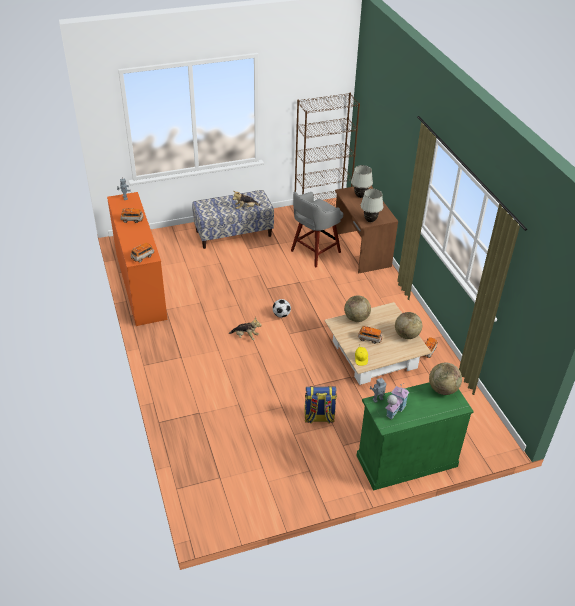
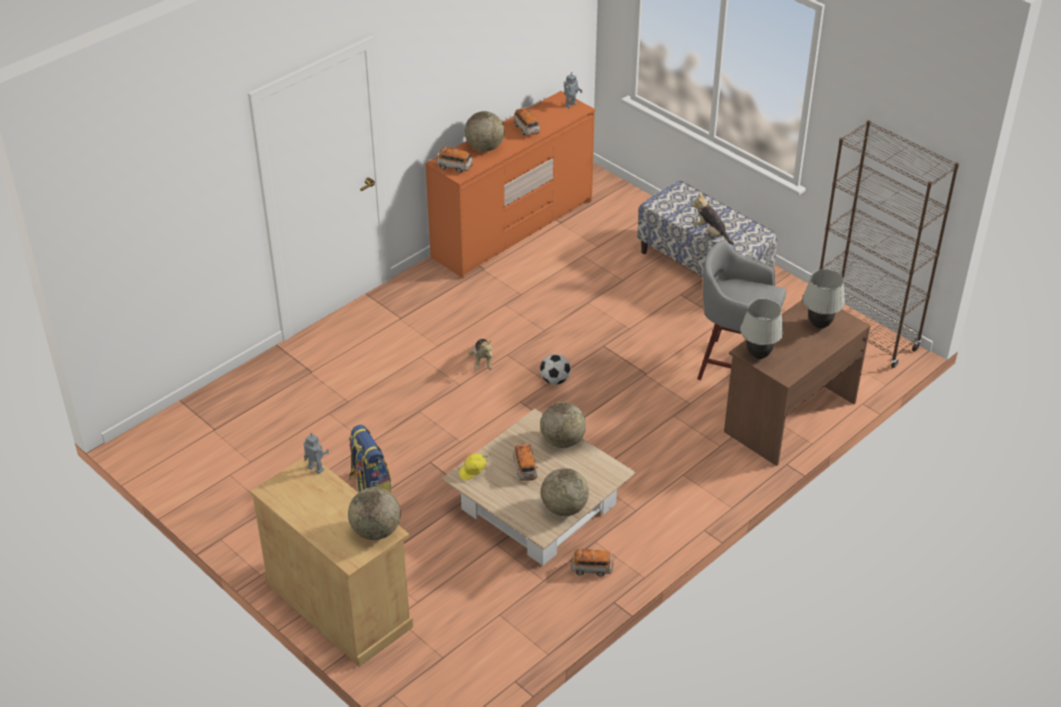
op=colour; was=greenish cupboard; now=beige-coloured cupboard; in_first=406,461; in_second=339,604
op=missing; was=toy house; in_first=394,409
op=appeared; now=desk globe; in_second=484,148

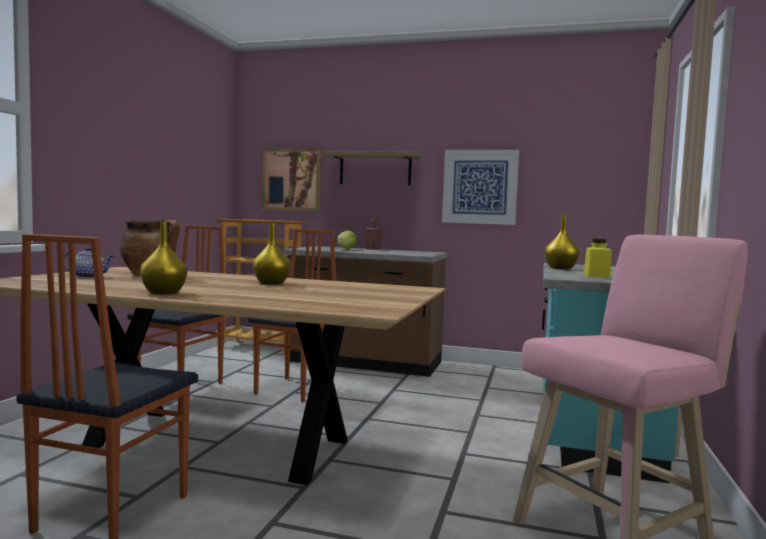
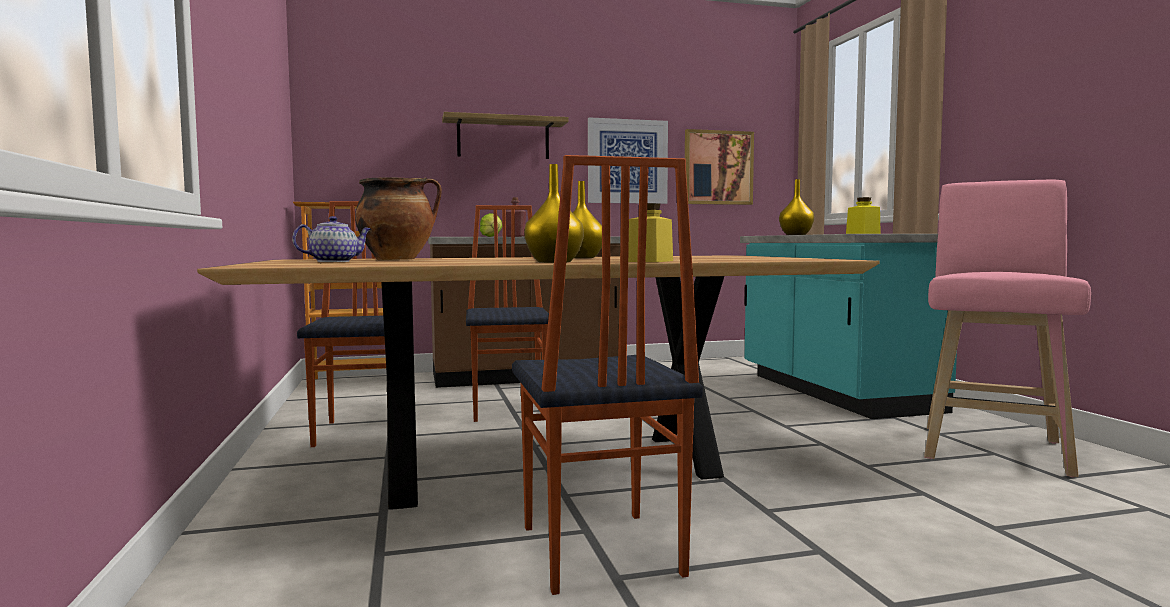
op=relocated; was=picture; in_first=292,179; in_second=718,168
op=appeared; now=yellow storage jar; in_second=650,261

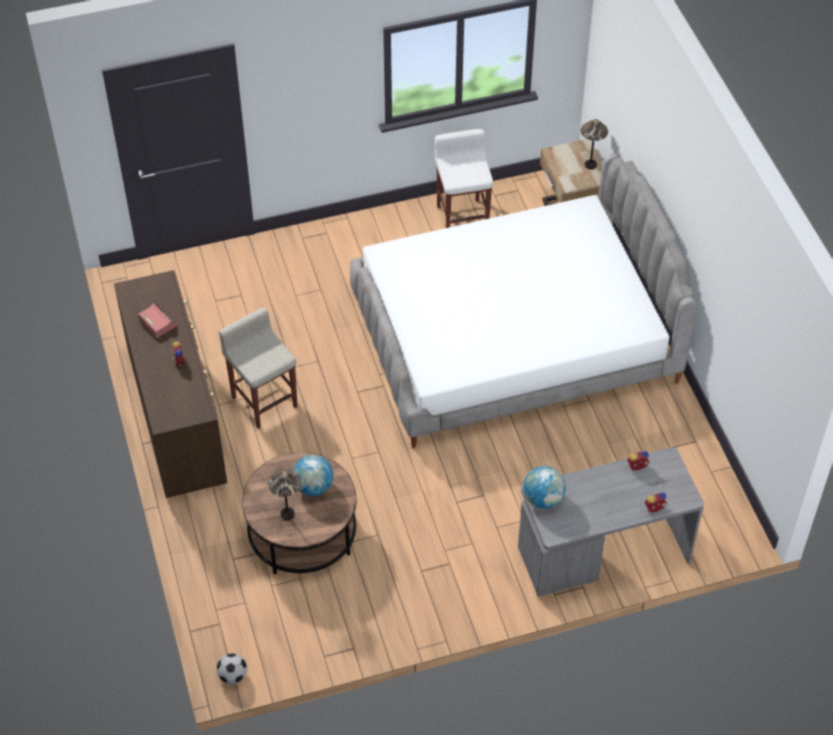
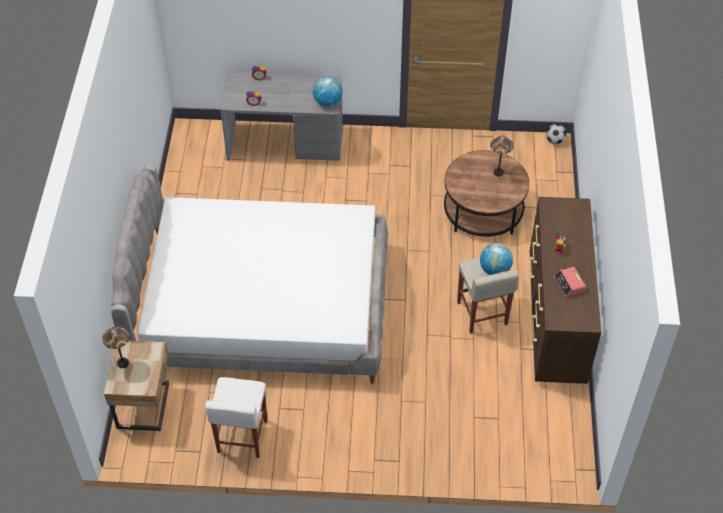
op=relocated; was=desk globe; in_first=313,487; in_second=495,269

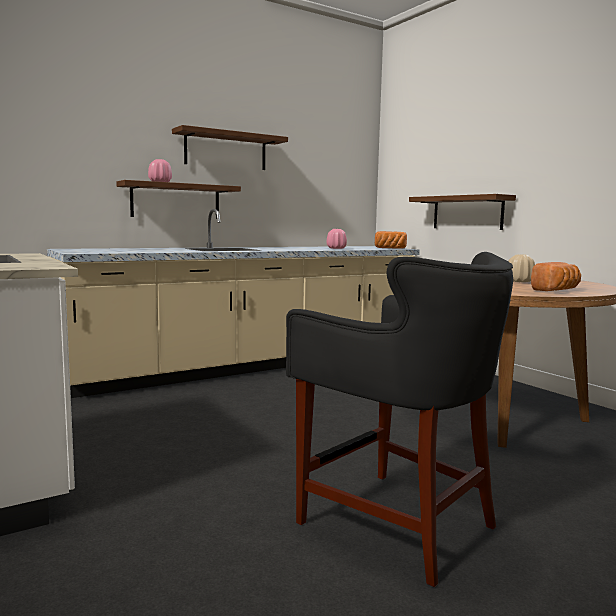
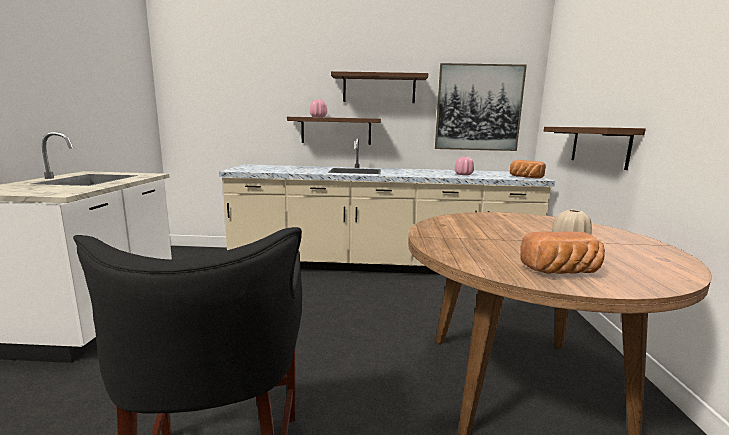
op=appeared; now=picture; in_second=478,108

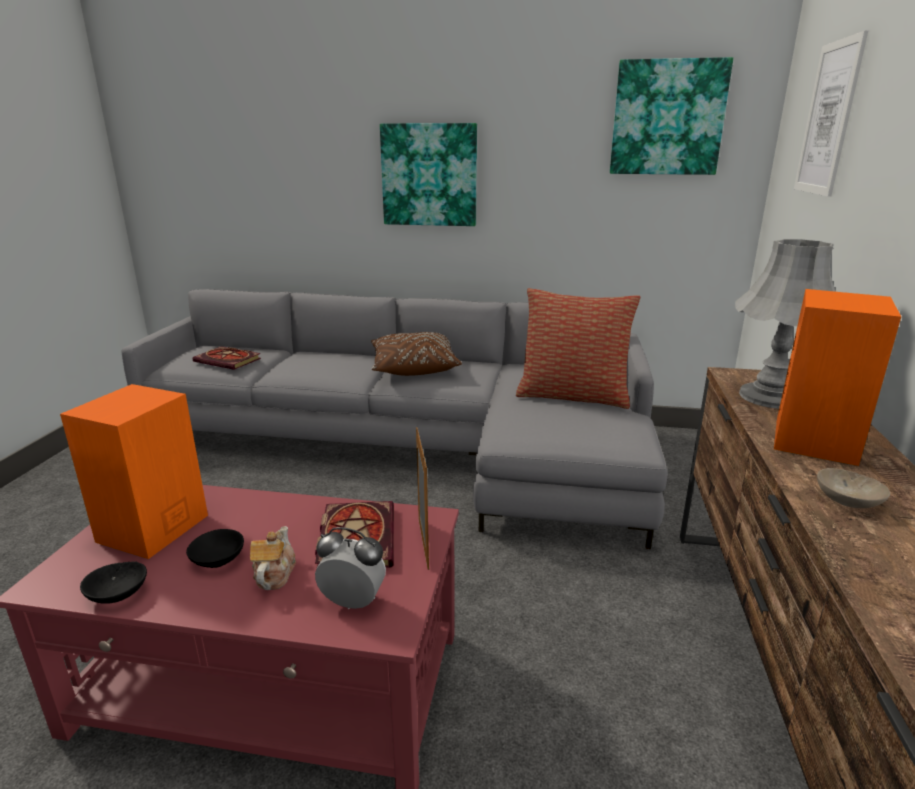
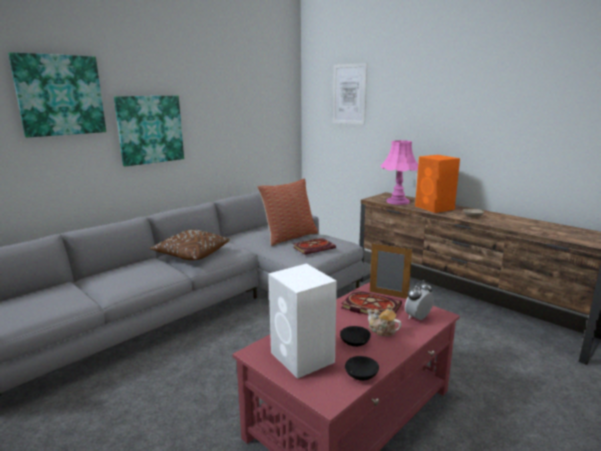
op=colour; was=orangey loudspeaker; now=white loudspeaker; in_first=151,530; in_second=303,358
op=relocated; was=book; in_first=229,360; in_second=314,247
op=relocated; was=picture; in_first=667,118; in_second=60,95
op=colour; was=greyish table lamp; now=pinkish table lamp; in_first=771,397; in_second=398,201

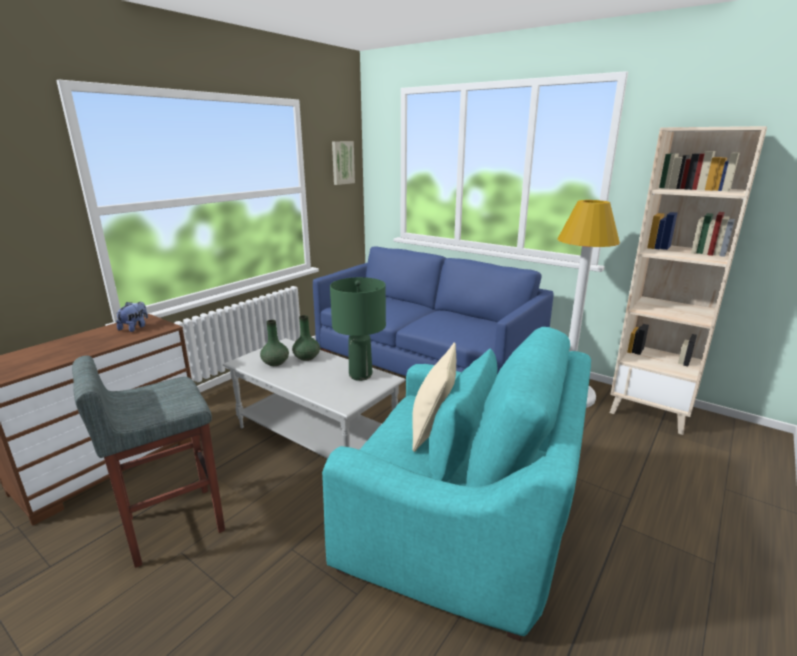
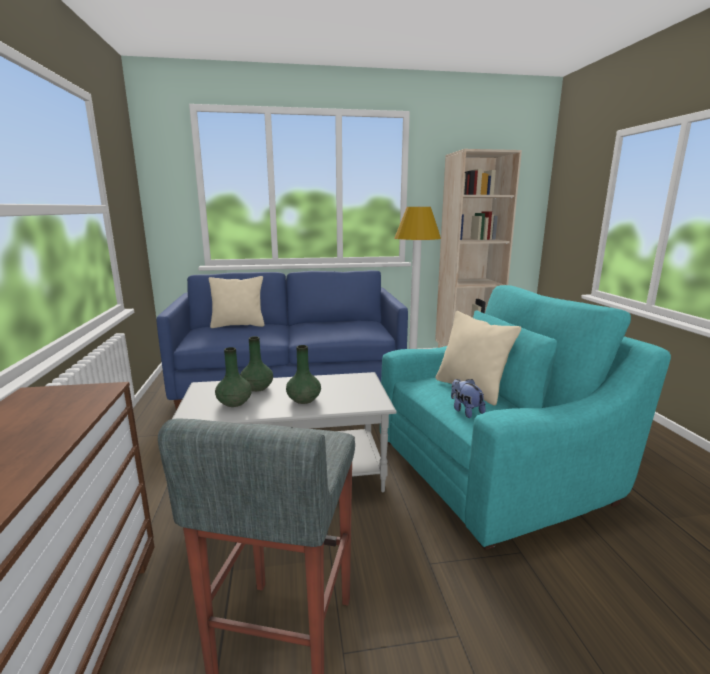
op=relocated; was=soft toy; in_first=135,327; in_second=465,411
op=missing; was=greenish table lamp; in_first=360,375
op=missing; was=picture; in_first=342,162
op=appeared; now=beige-coloured throw pillow; in_second=238,325
op=appeared; now=greenish decorative vase; in_second=303,399

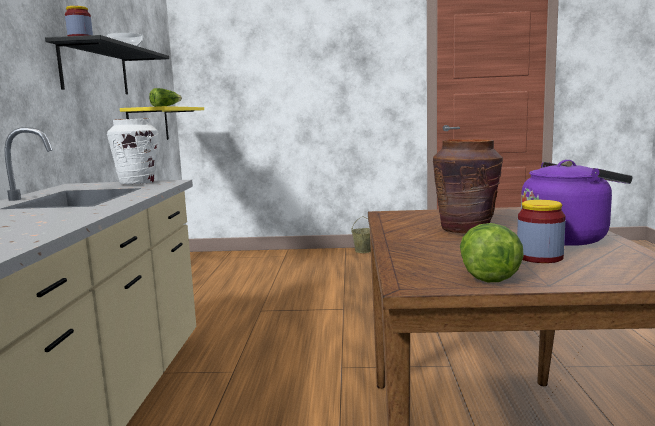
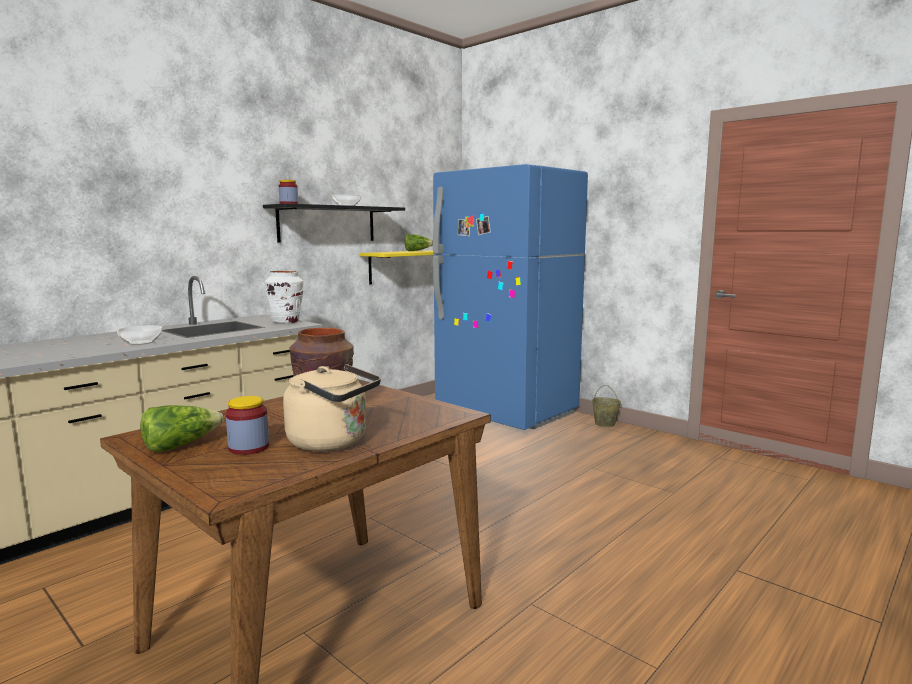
op=colour; was=purplish kettle; now=beige-coloured kettle; in_first=567,238; in_second=332,442
op=appeared; now=deep dish; in_second=141,343
op=appeared; now=blue refrigerator; in_second=506,412

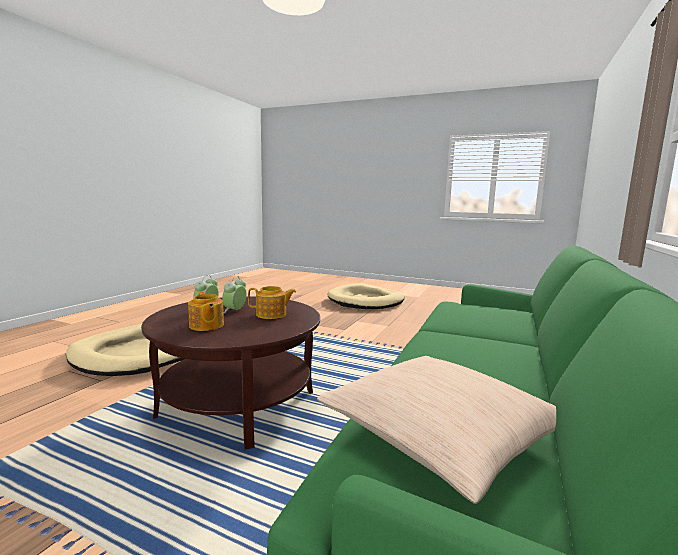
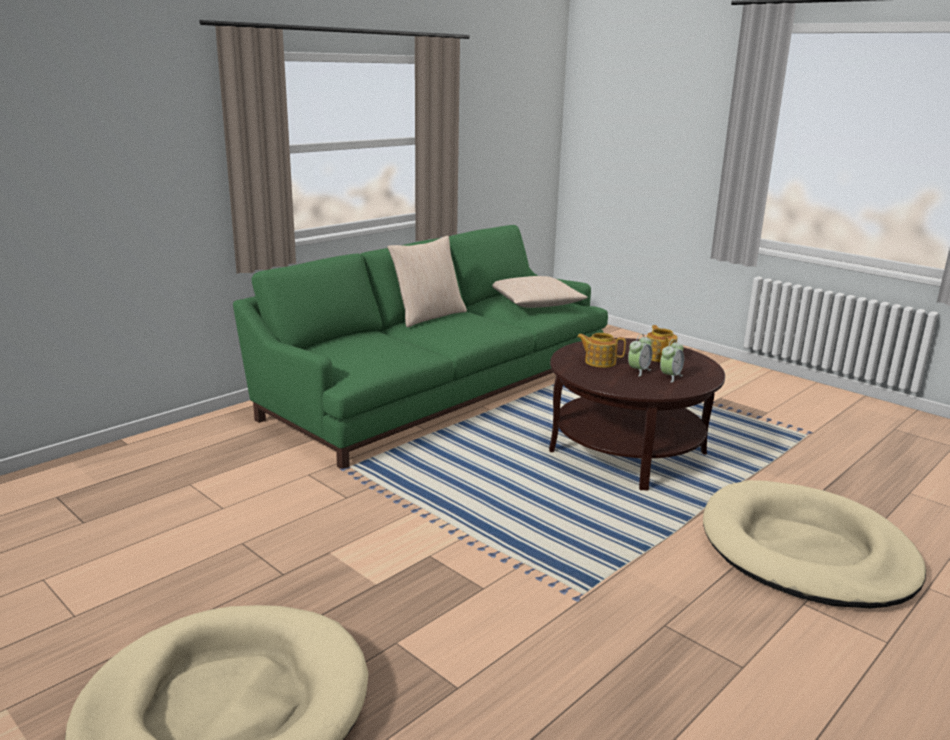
op=appeared; now=beige-coloured throw pillow; in_second=428,316

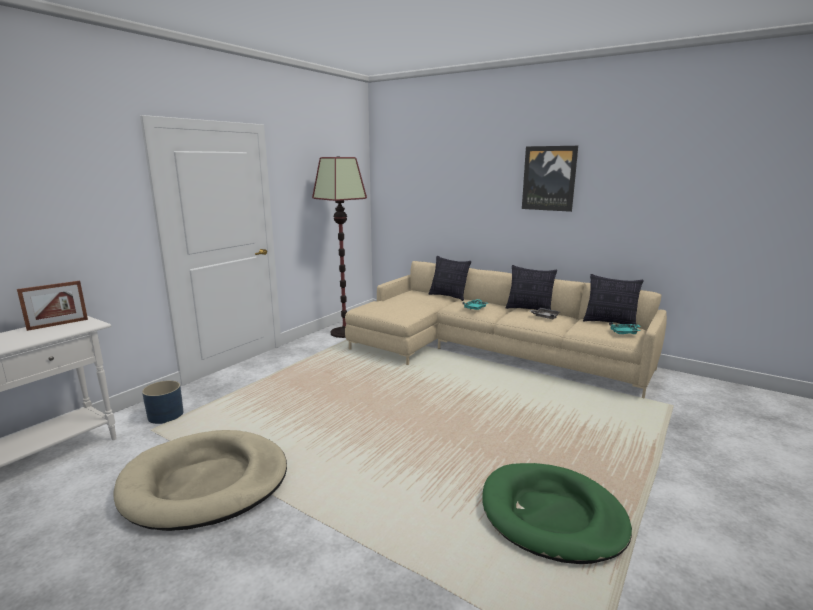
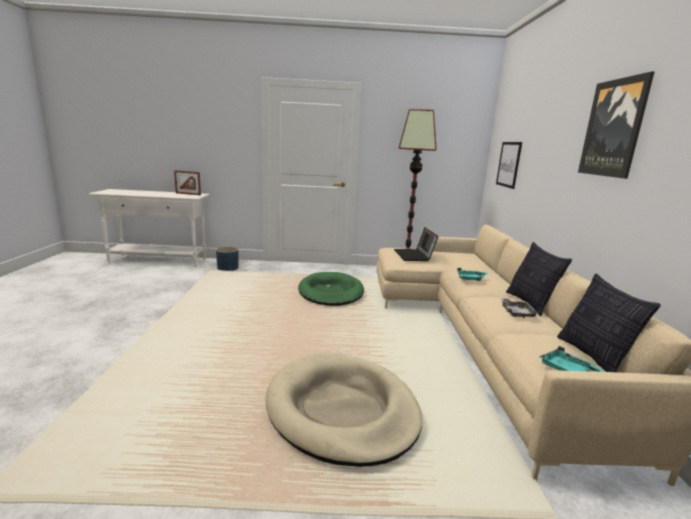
op=relocated; was=beige-coloured dog cushion; in_first=206,483; in_second=342,410
op=missing; was=throw pillow; in_first=448,296
op=relocated; was=greenish dog cushion; in_first=552,516; in_second=331,292
op=appeared; now=portable computer; in_second=414,256
op=appeared; now=picture; in_second=508,164

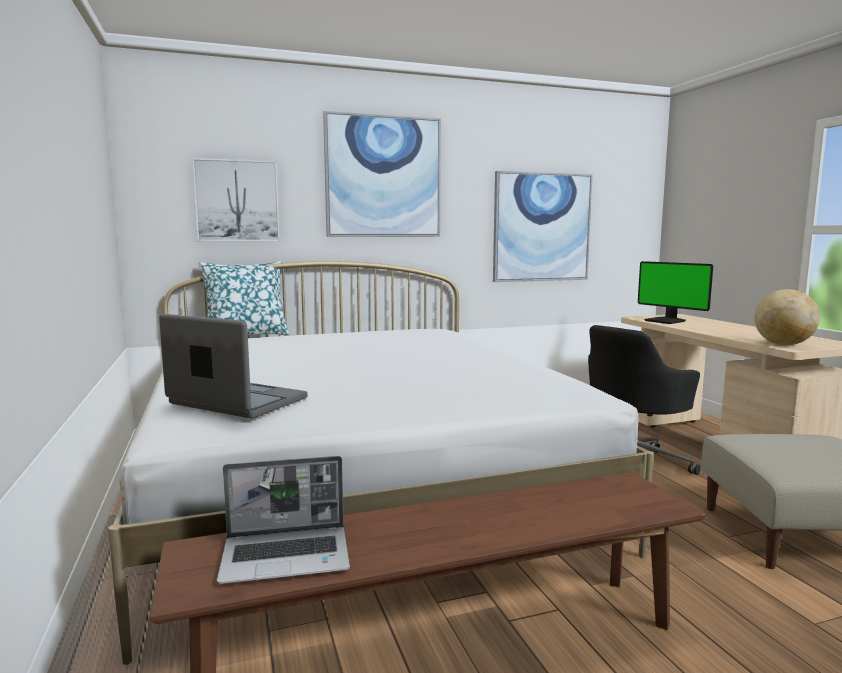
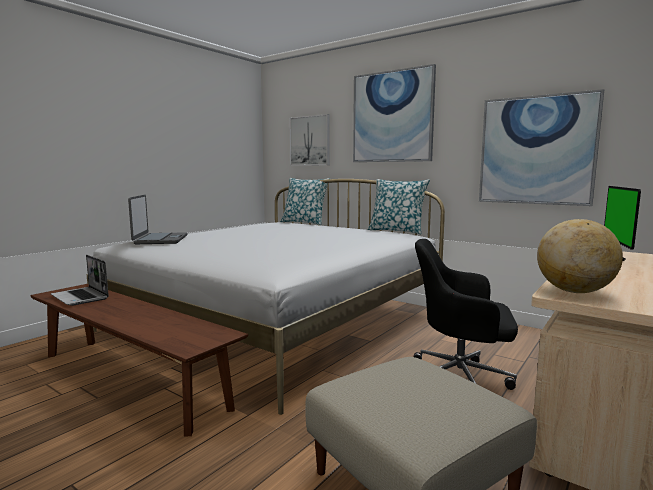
op=appeared; now=throw pillow; in_second=397,231

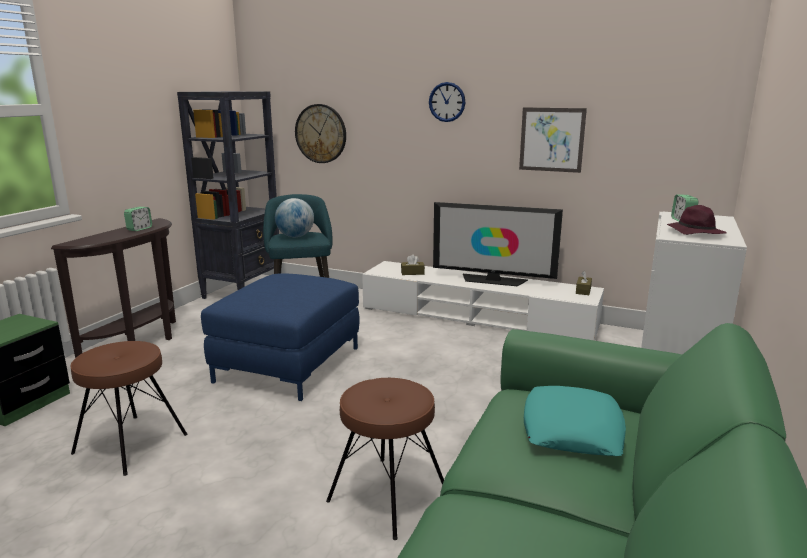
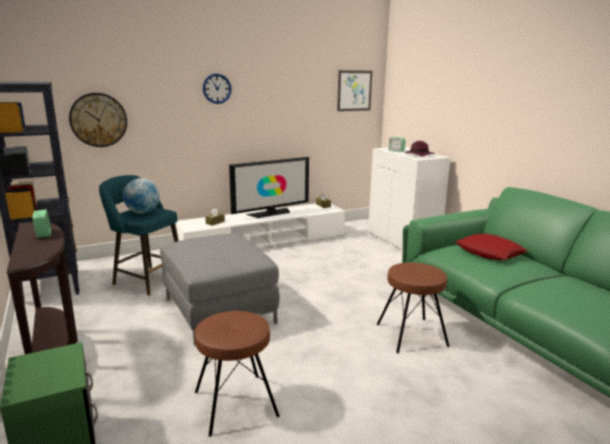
op=colour; was=blue pouffe; now=greyish pouffe; in_first=288,365; in_second=220,311
op=relocated; was=picture; in_first=551,139; in_second=354,90
op=colour; was=turquoise-coloured throw pillow; now=red throw pillow; in_first=572,430; in_second=489,252

